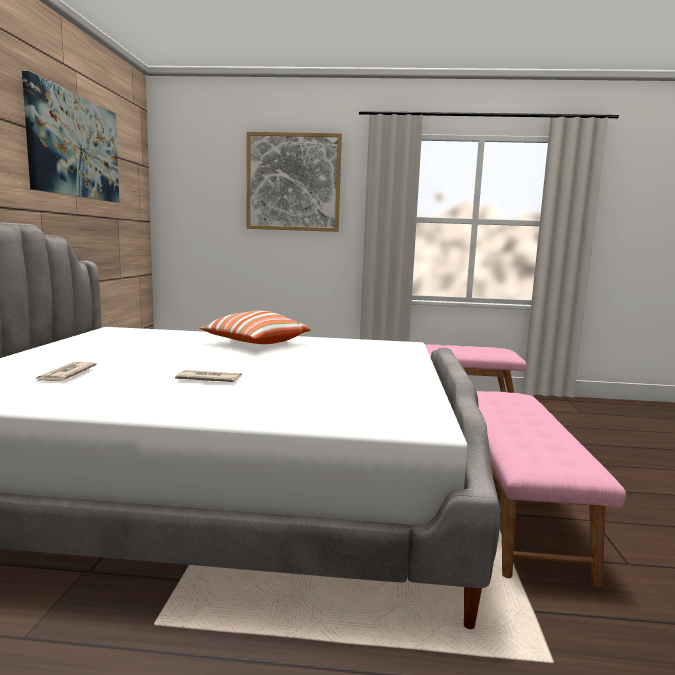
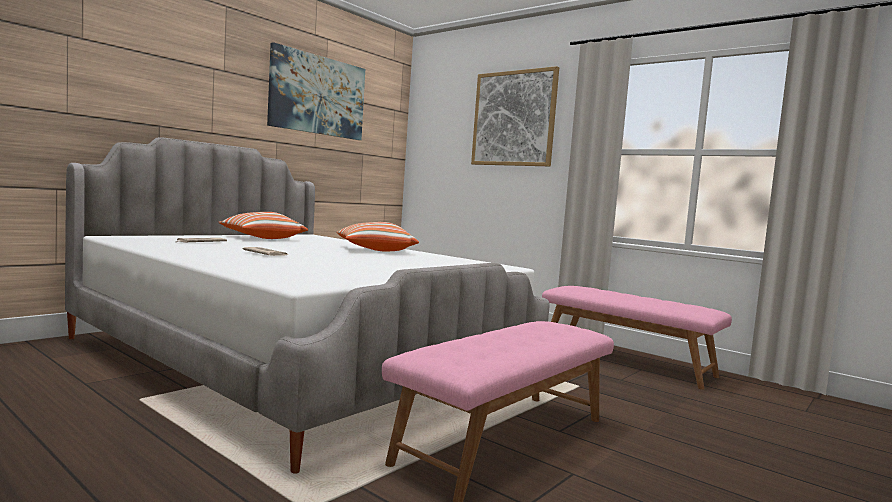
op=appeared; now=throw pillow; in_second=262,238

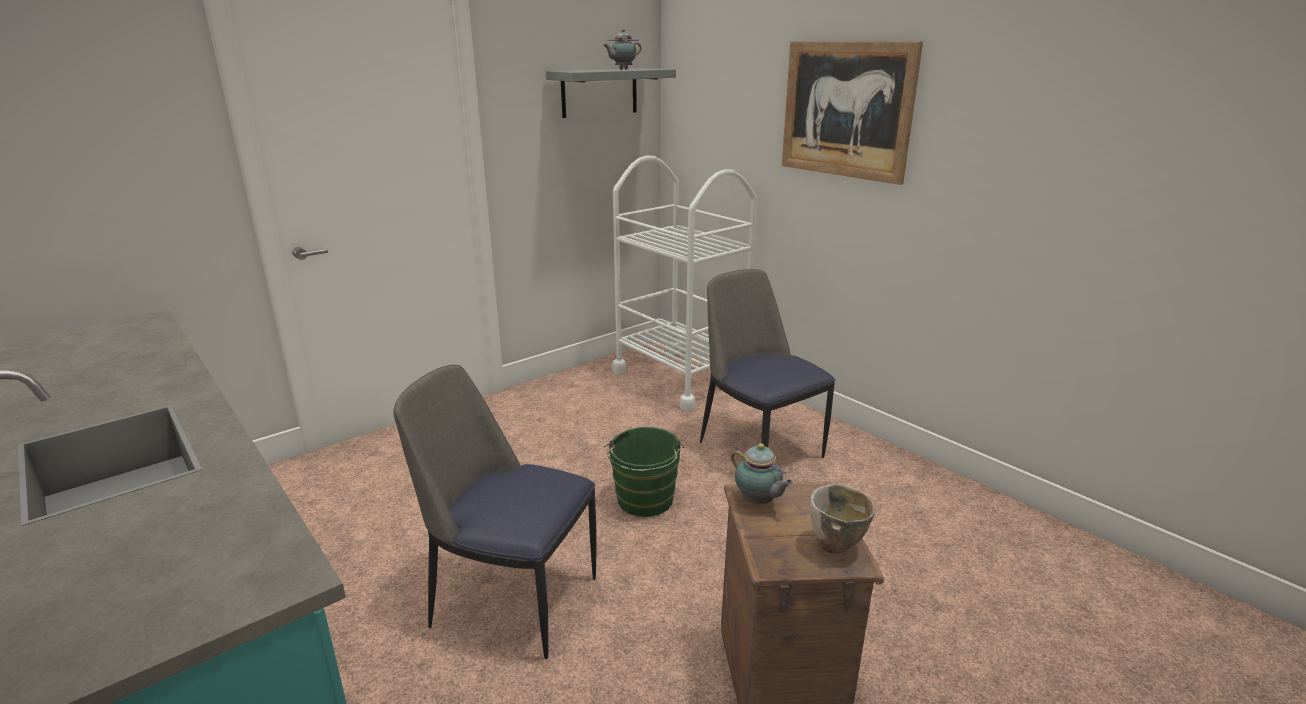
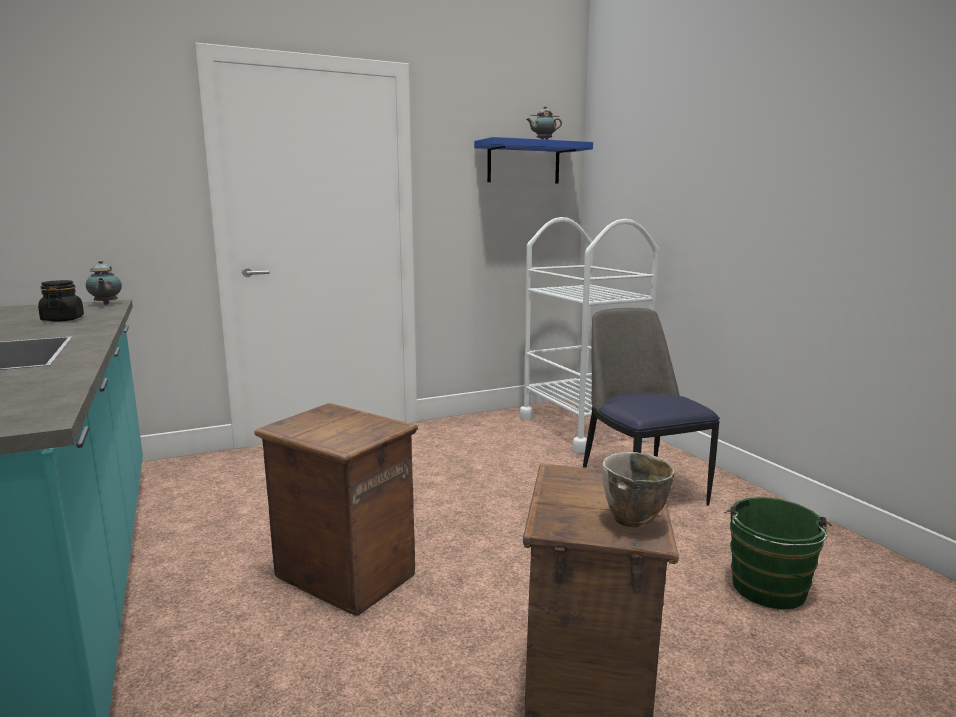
op=exchanged; was=chair; now=packing crate; in_first=511,599; in_second=345,577
op=colour; was=greyish wall shelf; now=blue wall shelf; in_first=599,92; in_second=523,163
op=relocated; was=greenish bucket; in_first=644,503; in_second=768,591
op=relocated; was=pot for tea; in_first=758,502; in_second=106,304
op=missing; was=picture; in_first=846,110
op=appeared; now=black-coloured storage jar; in_second=63,319

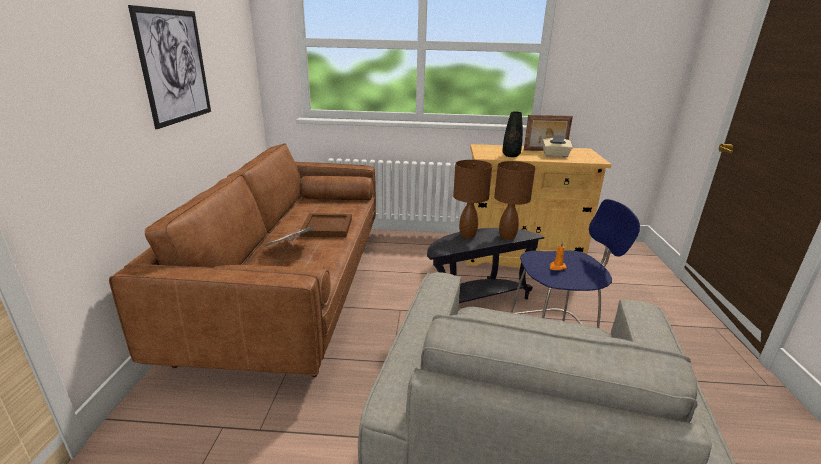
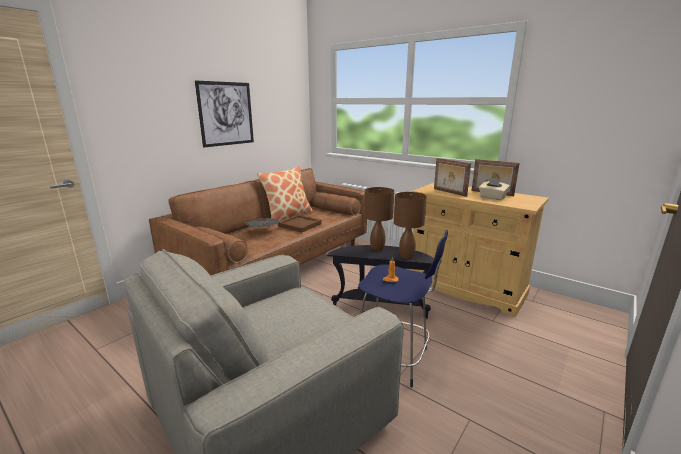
op=exchanged; was=black-coloured decorative vase; now=picture frame; in_first=511,155; in_second=449,192
op=appeared; now=throw pillow; in_second=287,216

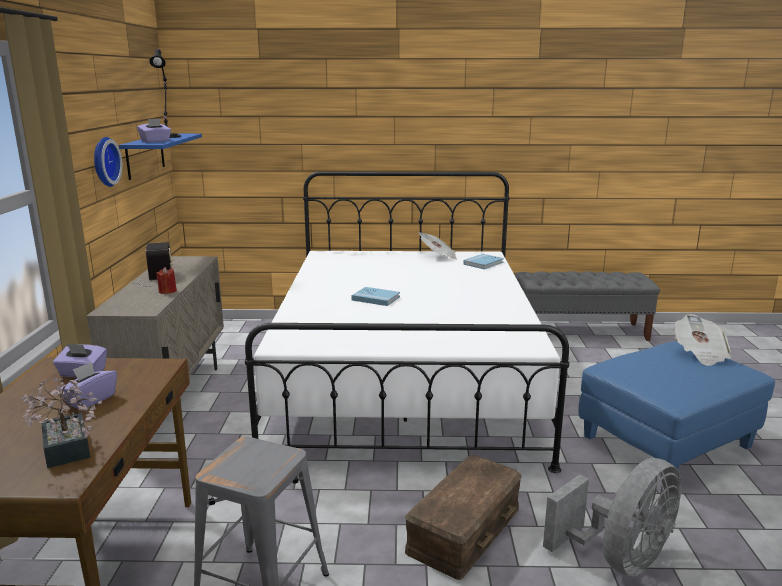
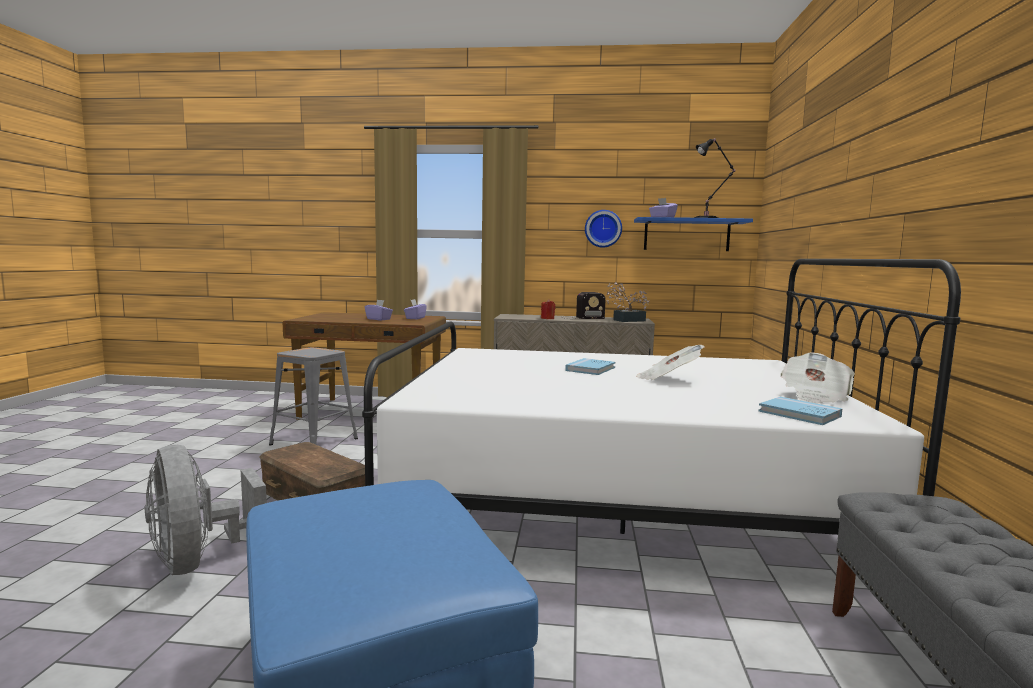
op=relocated; was=plant in a pot; in_first=66,452; in_second=626,320
op=relocated; was=daily paper; in_first=700,354; in_second=668,379

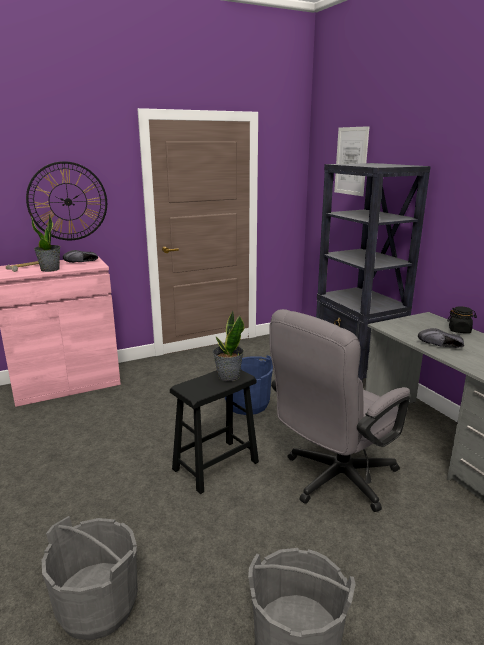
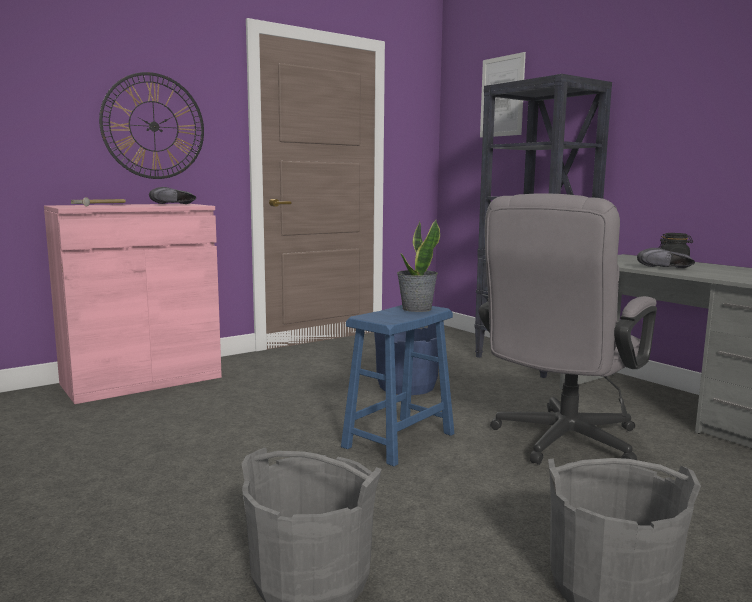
op=missing; was=plant in a pot; in_first=50,269
op=colour; was=black-coloured stool; now=blue stool; in_first=215,465; in_second=398,440

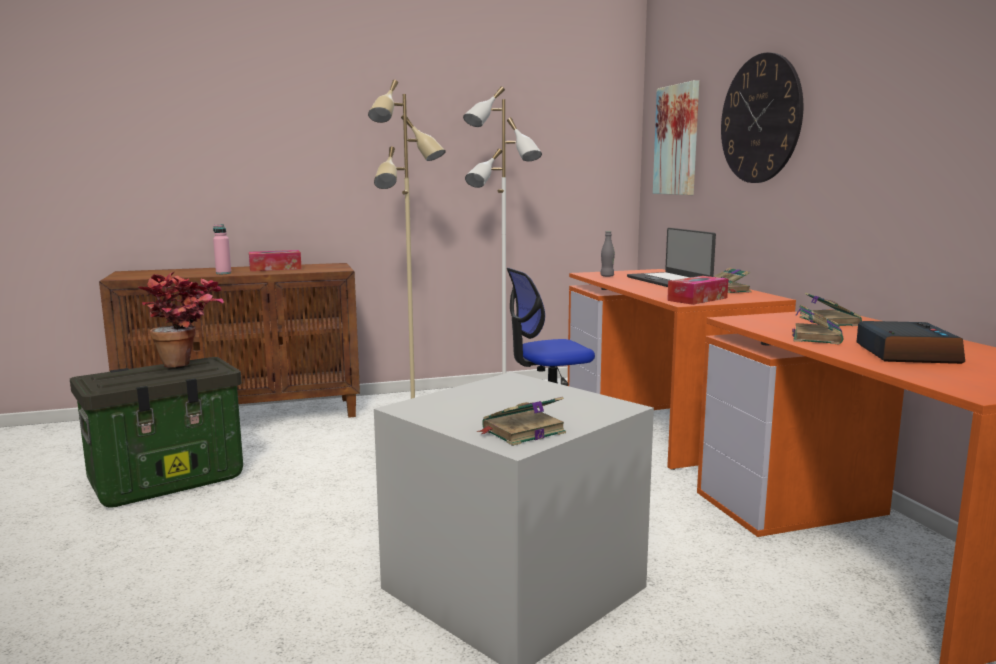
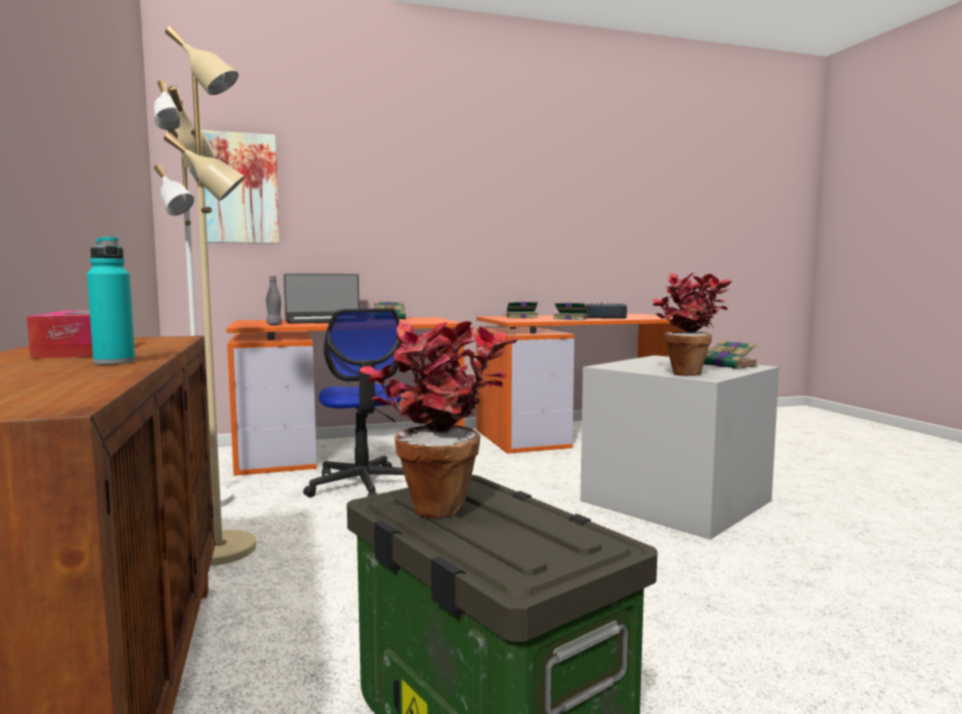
op=colour; was=pinkish bottle; now=turquoise-coloured bottle; in_first=223,273; in_second=114,362
op=missing; was=tissue holder; in_first=697,299
op=missing; was=hanging clock; in_first=760,119
op=appeared; now=plant in a pot; in_second=688,373

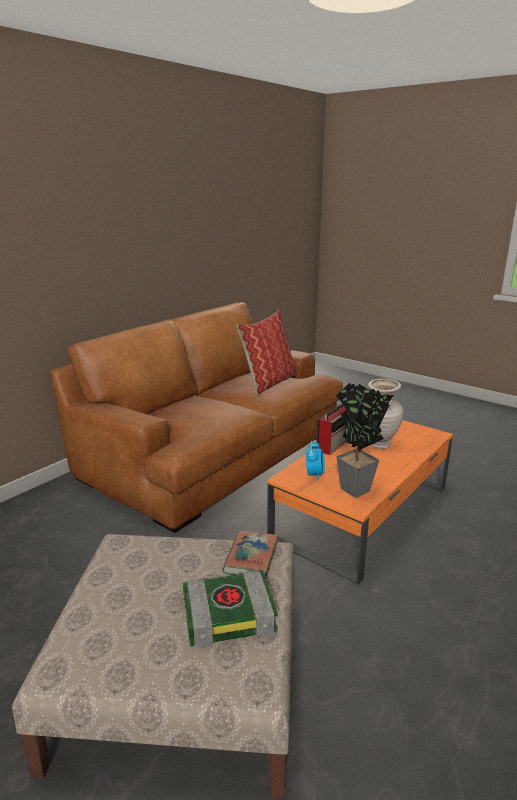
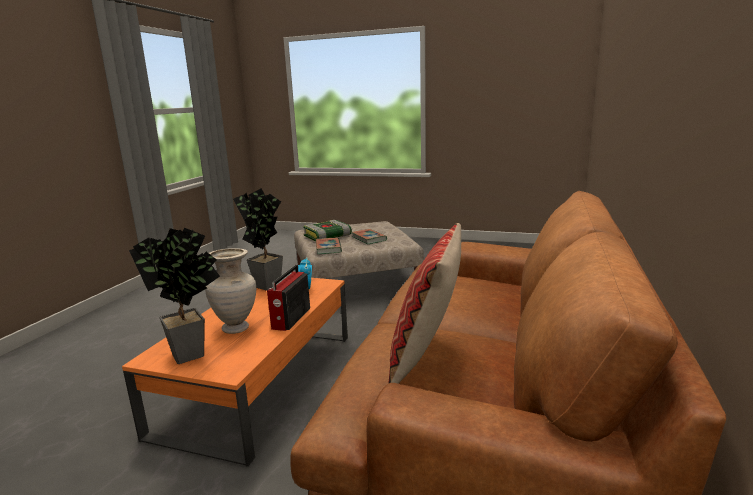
op=appeared; now=plant in a pot; in_second=194,355
op=appeared; now=book; in_second=369,239

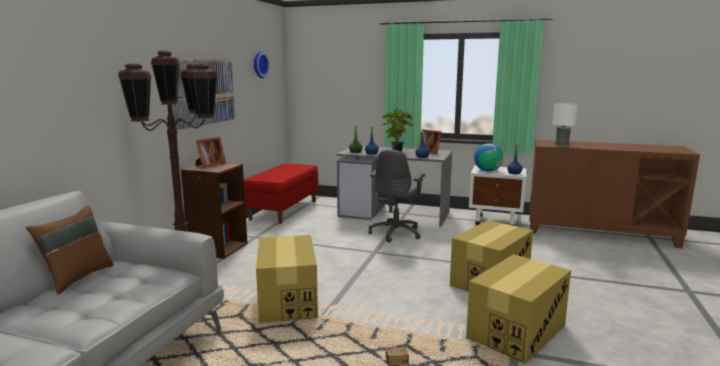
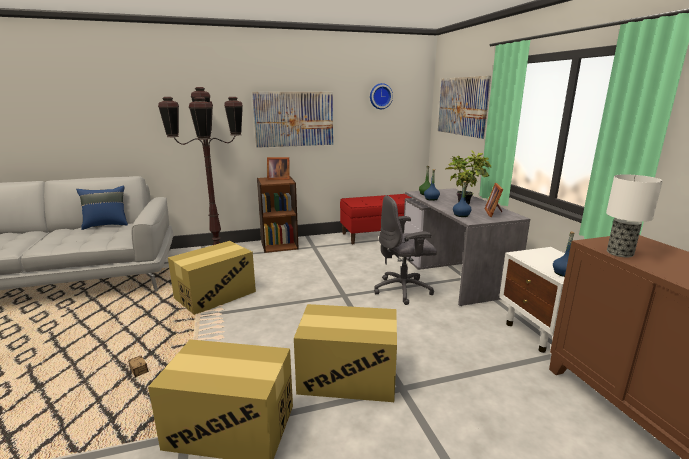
op=colour; was=brown throw pillow; now=blue throw pillow; in_first=77,277; in_second=106,225
op=missing; was=desk globe; in_first=487,171
op=appeared; now=picture; in_second=462,106

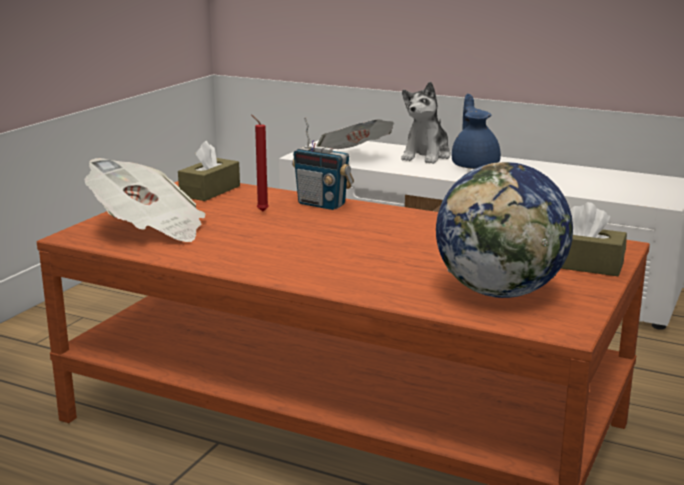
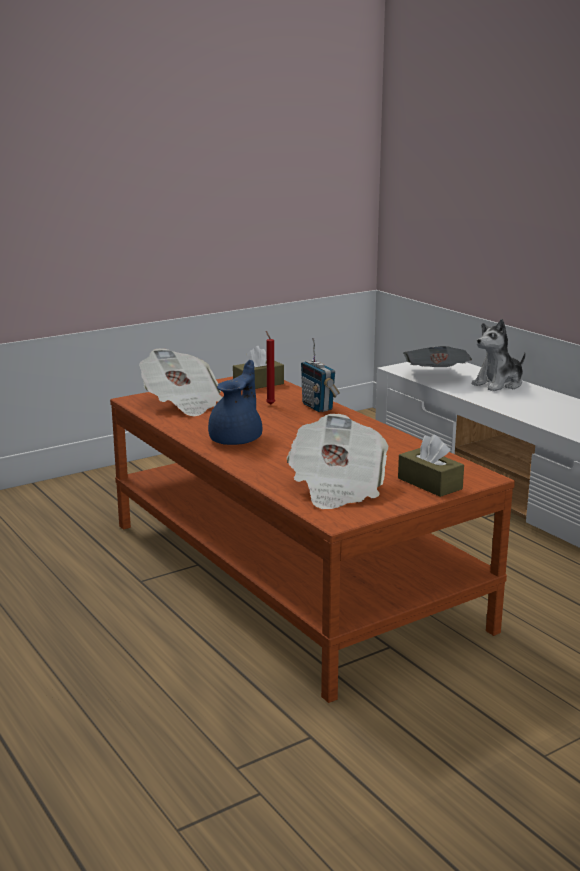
op=exchanged; was=desk globe; now=daily paper; in_first=500,292; in_second=336,488
op=relocated; was=blue pot for tea; in_first=475,165; in_second=237,439

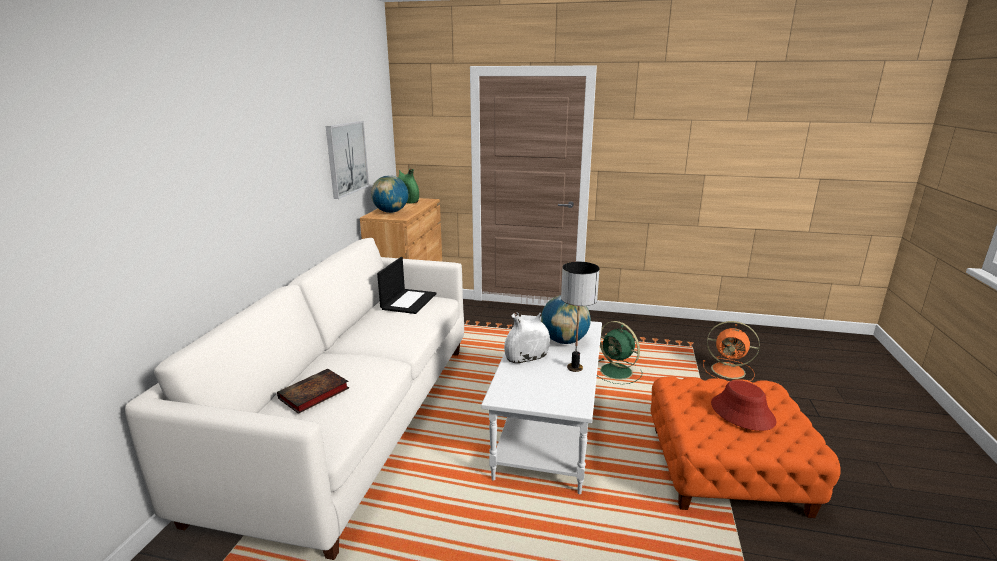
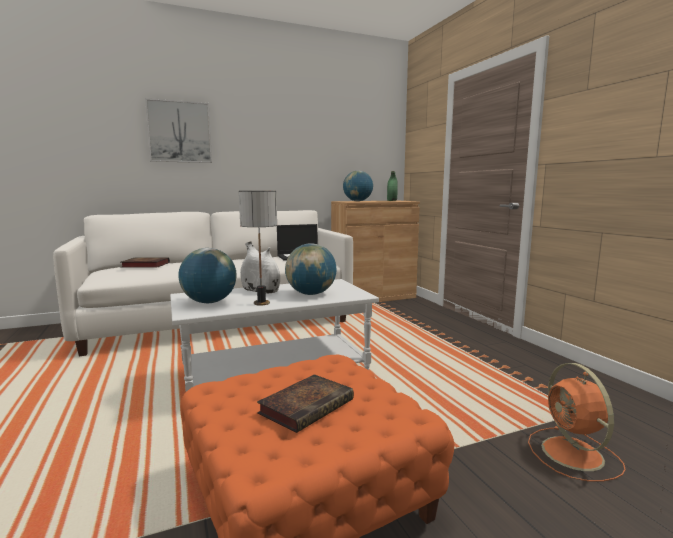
op=relocated; was=picture; in_first=346,158; in_second=179,132
op=missing; was=greenish electric fan; in_first=617,372
op=exchanged; was=red wearable hat; now=book; in_first=742,413; in_second=307,405
op=appeared; now=desk globe; in_second=209,302

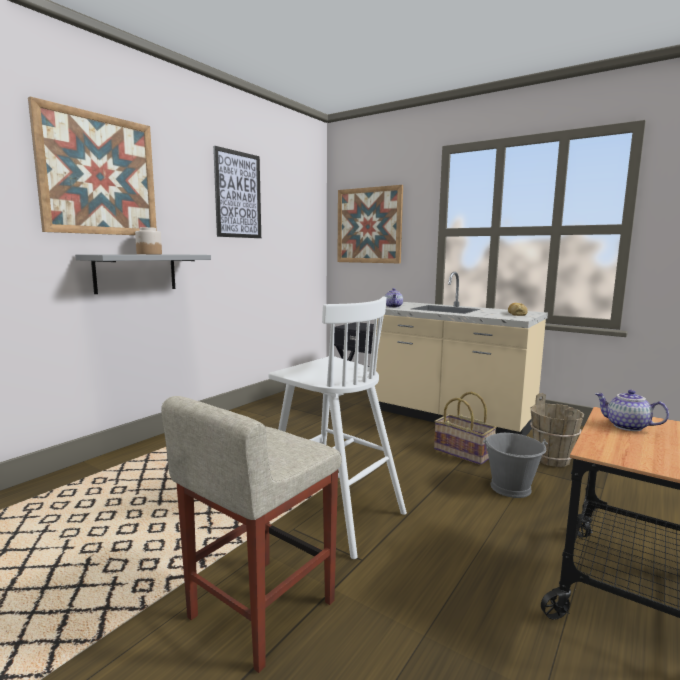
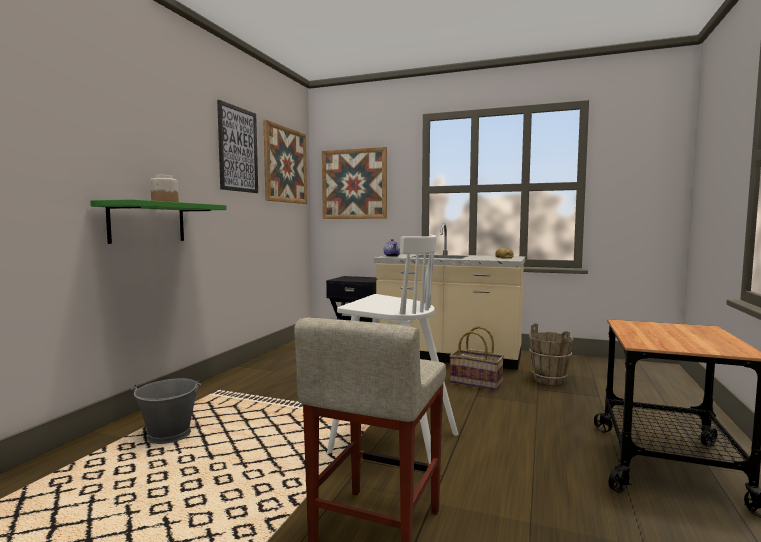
op=relocated; was=picture; in_first=99,175; in_second=285,165
op=colour; was=greyish wall shelf; now=greenish wall shelf; in_first=136,273; in_second=147,222
op=relocated; was=greyish bucket; in_first=511,488; in_second=170,435
op=missing; was=pot for tea; in_first=626,426

